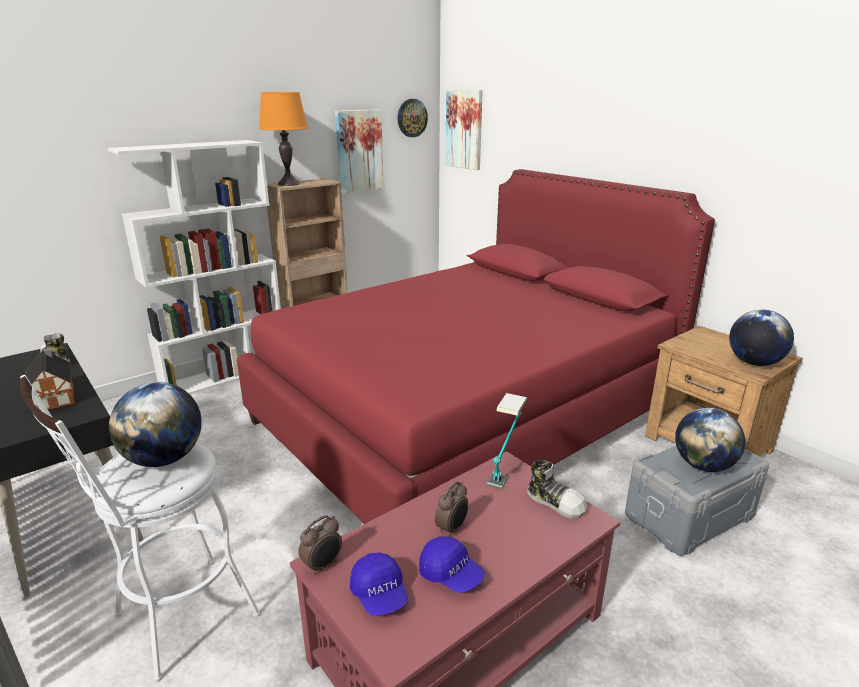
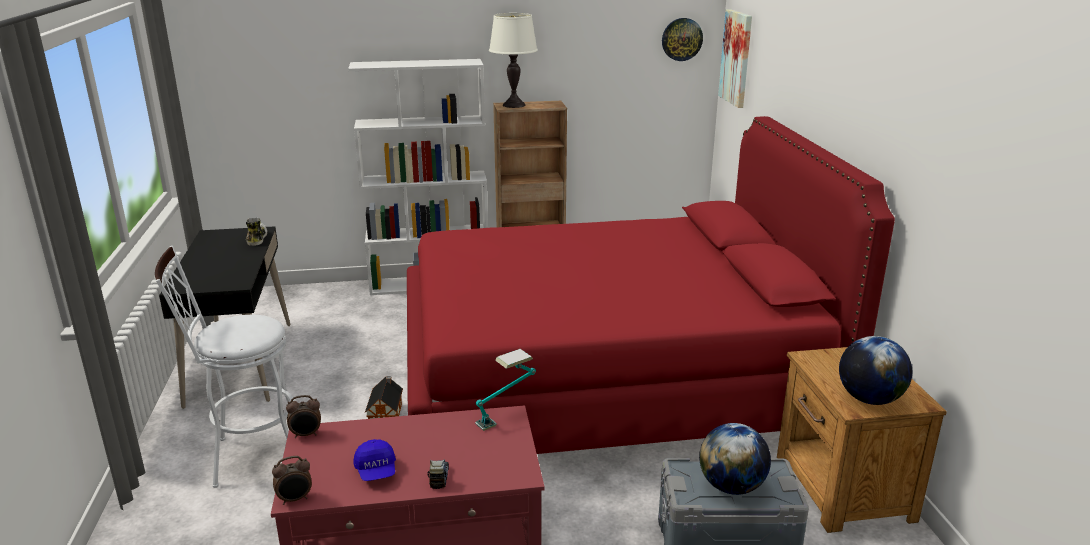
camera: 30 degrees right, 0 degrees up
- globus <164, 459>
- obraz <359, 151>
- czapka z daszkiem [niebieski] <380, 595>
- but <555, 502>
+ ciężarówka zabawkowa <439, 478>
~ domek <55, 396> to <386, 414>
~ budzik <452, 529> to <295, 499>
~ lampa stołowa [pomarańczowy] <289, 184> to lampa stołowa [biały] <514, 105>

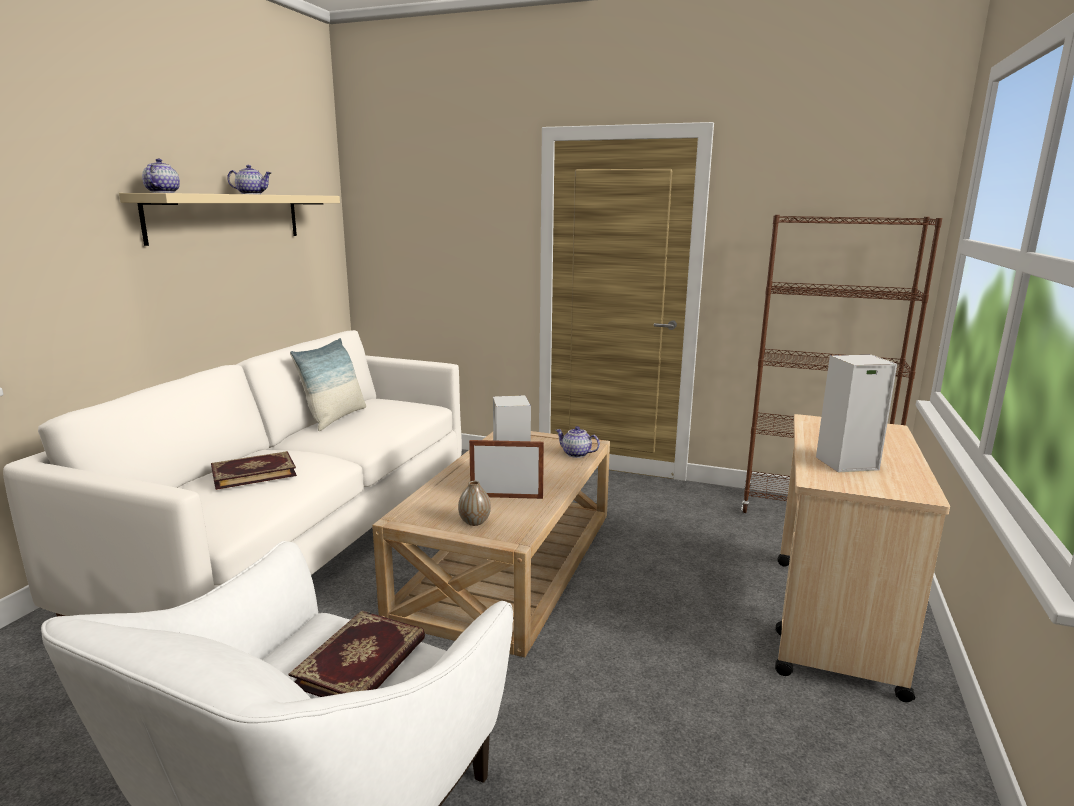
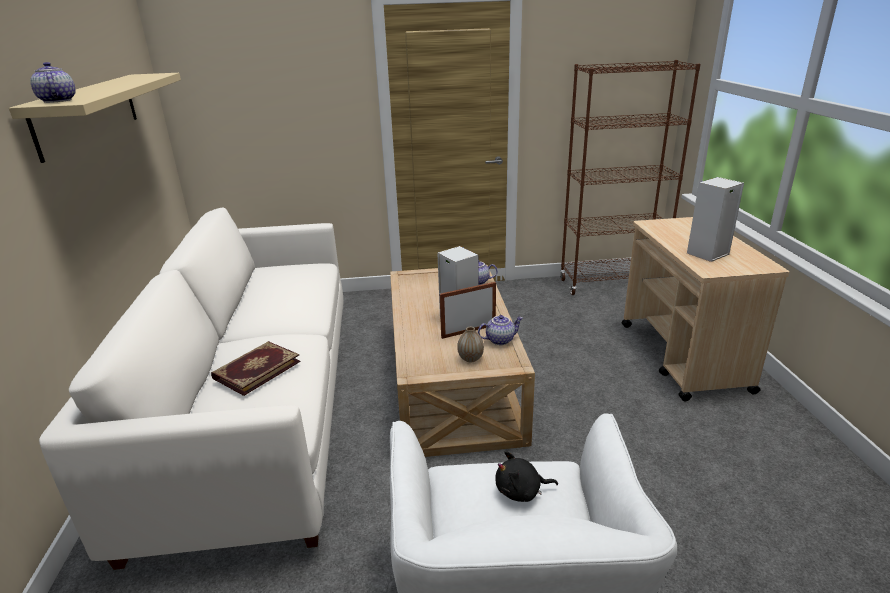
camera: 25 degrees left, 10 degrees up
- poduszka <335, 418>
~ imbryk <252, 194> to <500, 340>
~ książka <362, 662> to pluszak [czarny] <521, 491>

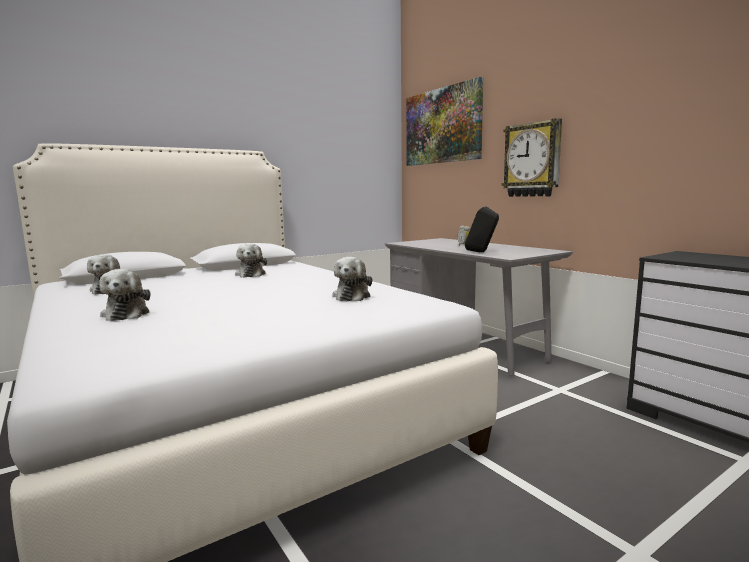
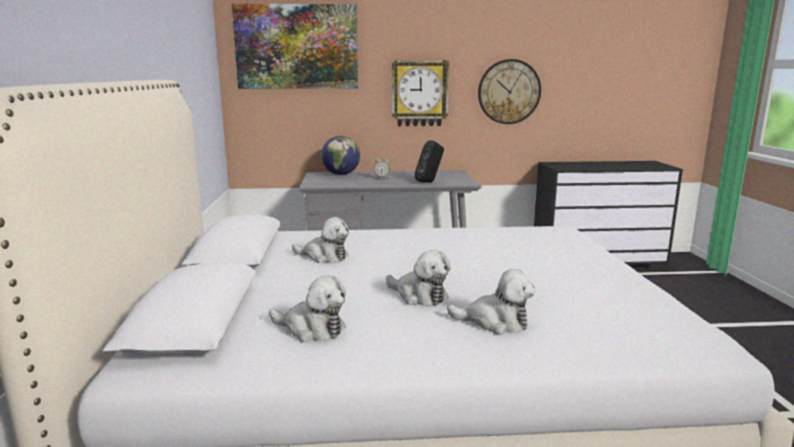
camera: 60 degrees left, 5 degrees up
+ globus <341, 174>
+ zegar ścienny <509, 92>
~ pluszak <352, 296> to <419, 296>

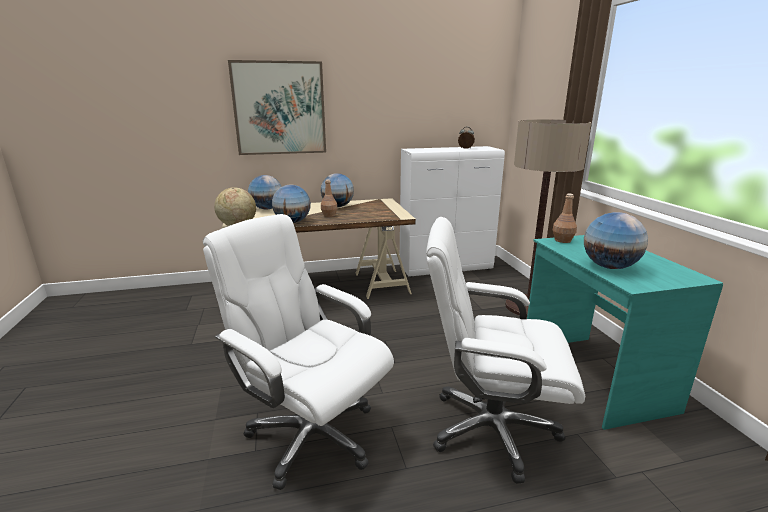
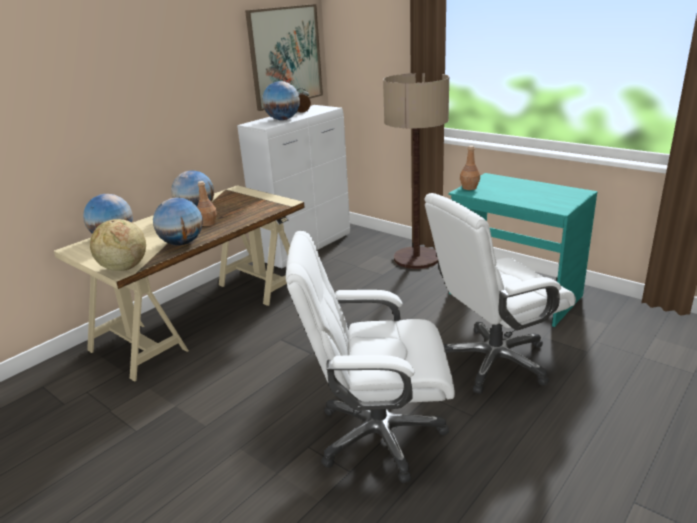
camera: 35 degrees left, 5 degrees up
~ obraz <279, 108> to <285, 56>
~ globus <609, 267> to <282, 119>

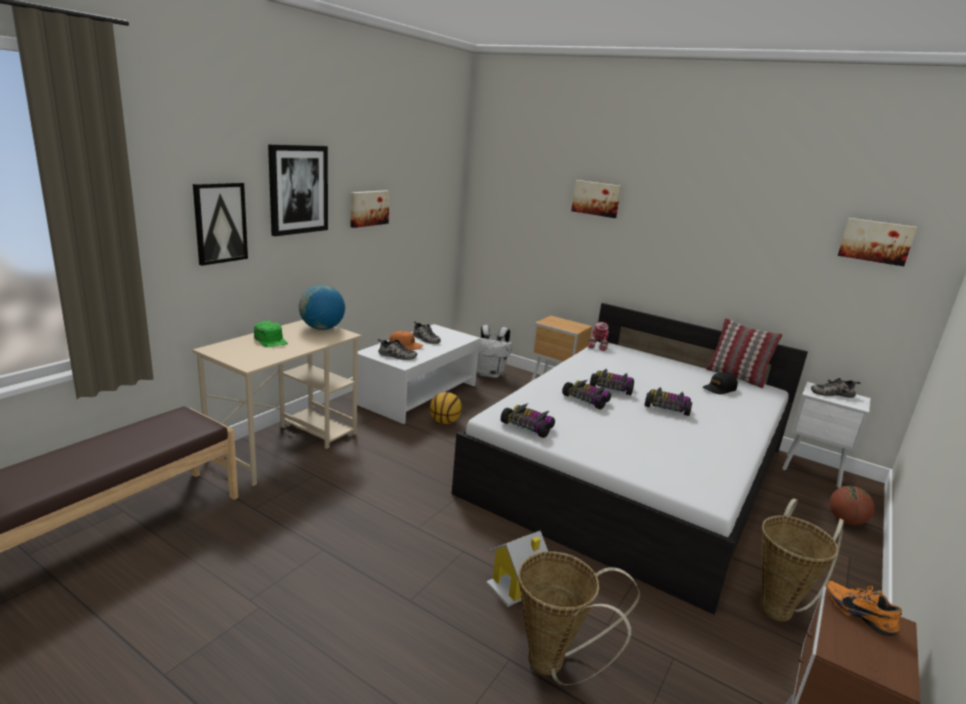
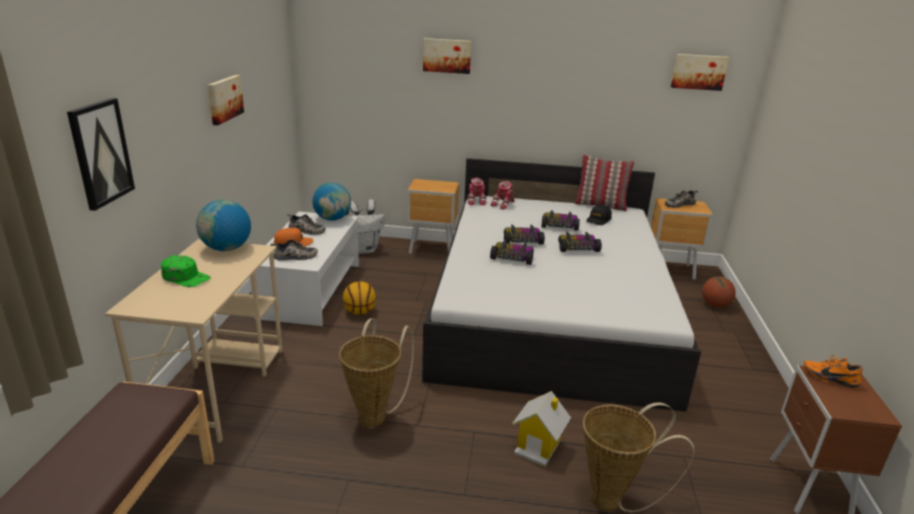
camera: 25 degrees left, 5 degrees up
- obraz <298, 189>
+ globus <332, 219>
+ robot zabawkowy <504, 204>
~ samochodzik <528, 426> to <559, 226>
~ koszyk <778, 607> to <375, 414>
~ szafka nocna [biały] <813, 472> to szafka nocna [brązowy] <671, 271>

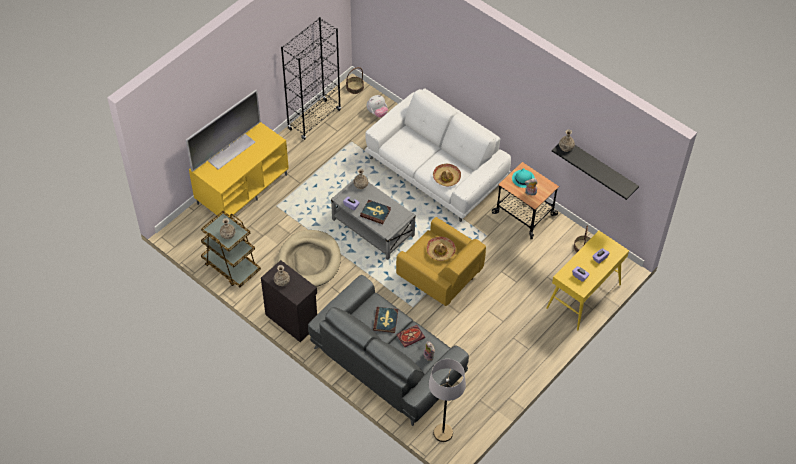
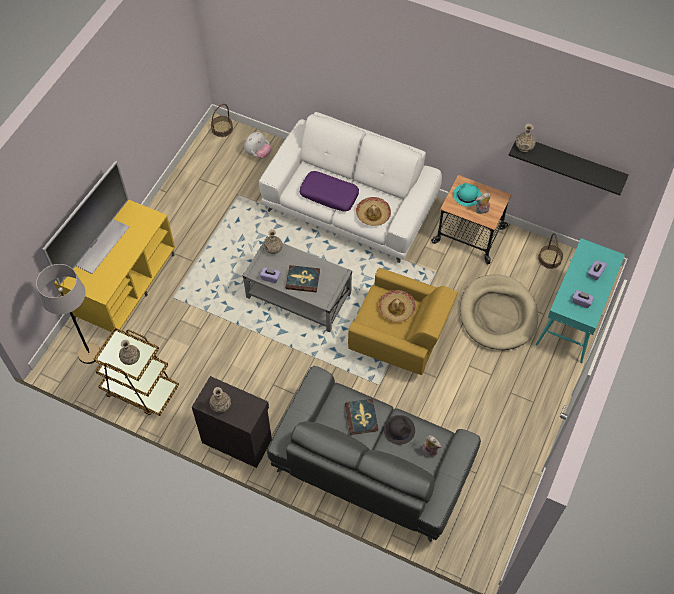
camera: 15 degrees left, 5 degrees up
- regał [czarny] <314, 119>
+ poduszka [fioletowy] <329, 195>
~ legowisko [beżowy] <309, 261> to <497, 314>
~ lampa stojąca [szary] <443, 433> to <89, 353>
~ książka <411, 336> to kapelusz [czarny] <399, 429>
~ stolik konsolowy [żółty] <583, 297> to stolik konsolowy [turkusowy] <572, 319>

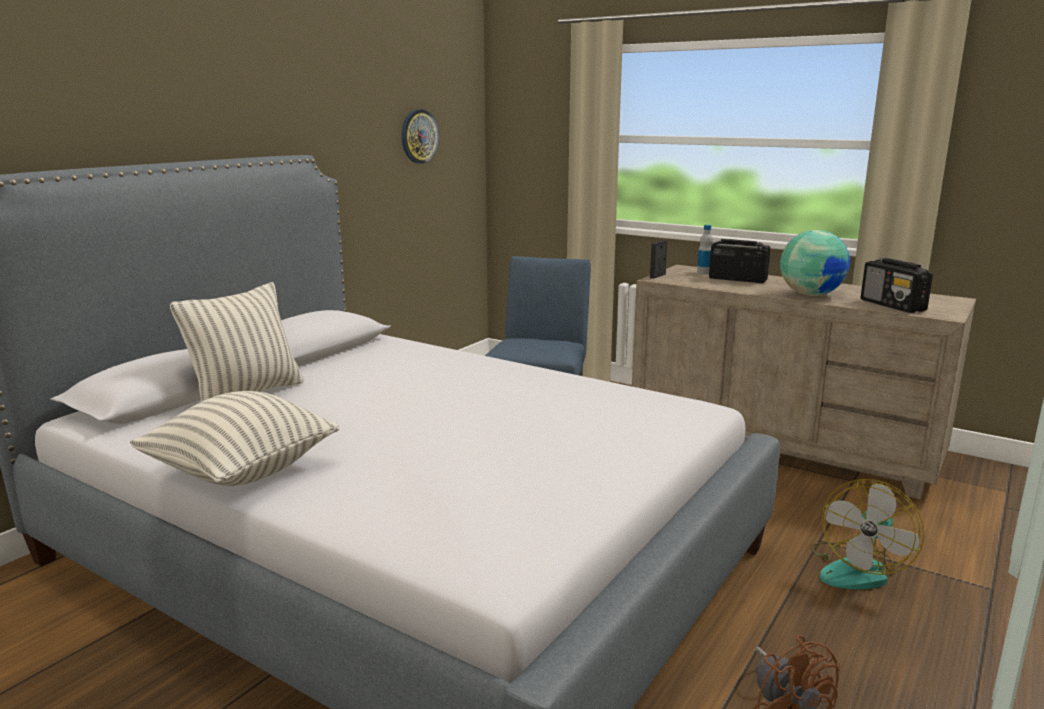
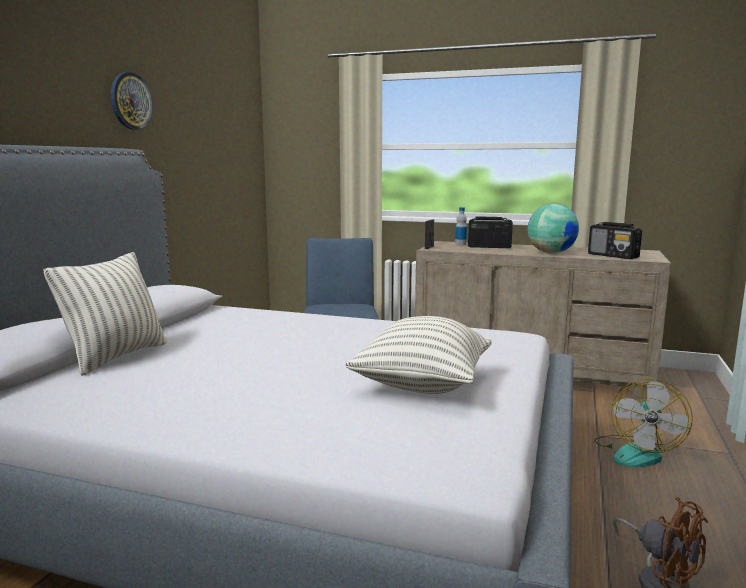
camera: 15 degrees left, 5 degrees down
~ poduszka <242, 472> to <422, 385>
~ zegar ścienny <419, 136> to <130, 101>

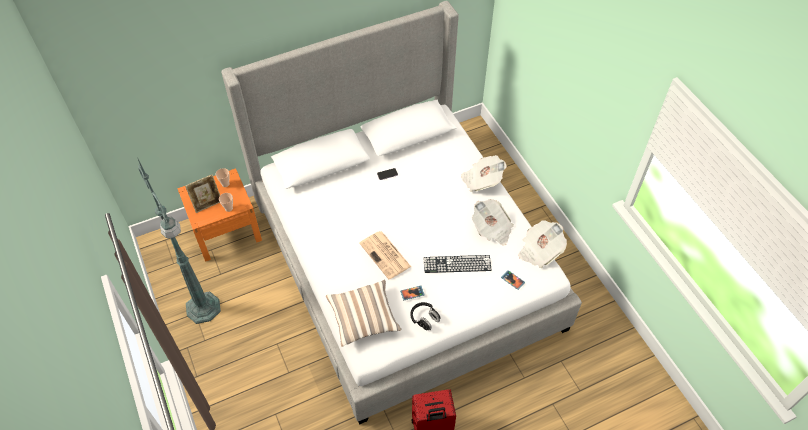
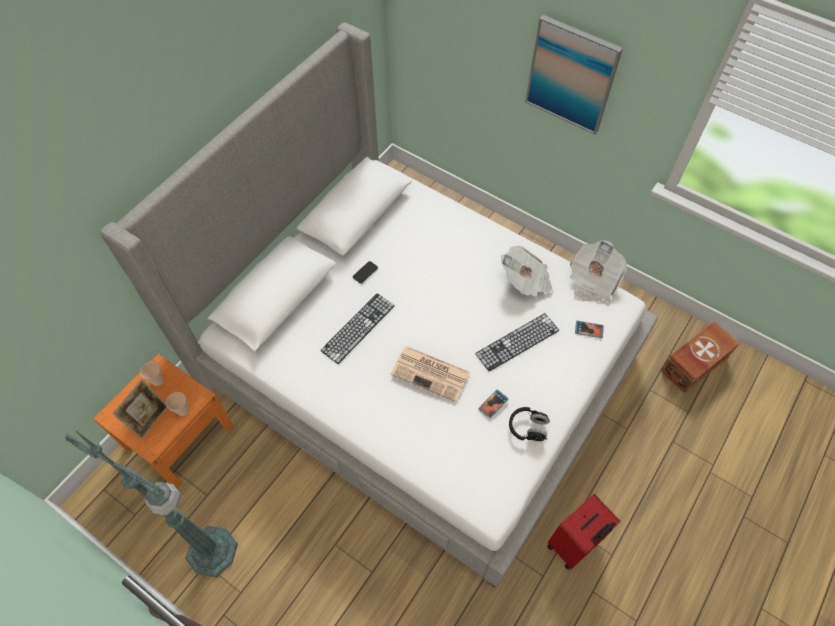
camera: 30 degrees left, 5 degrees up
- poduszka <364, 318>
- gazeta <482, 180>
+ klawiatura <358, 328>
+ obraz <571, 75>
+ pojemnik do przechowywania [brązowy] <692, 364>

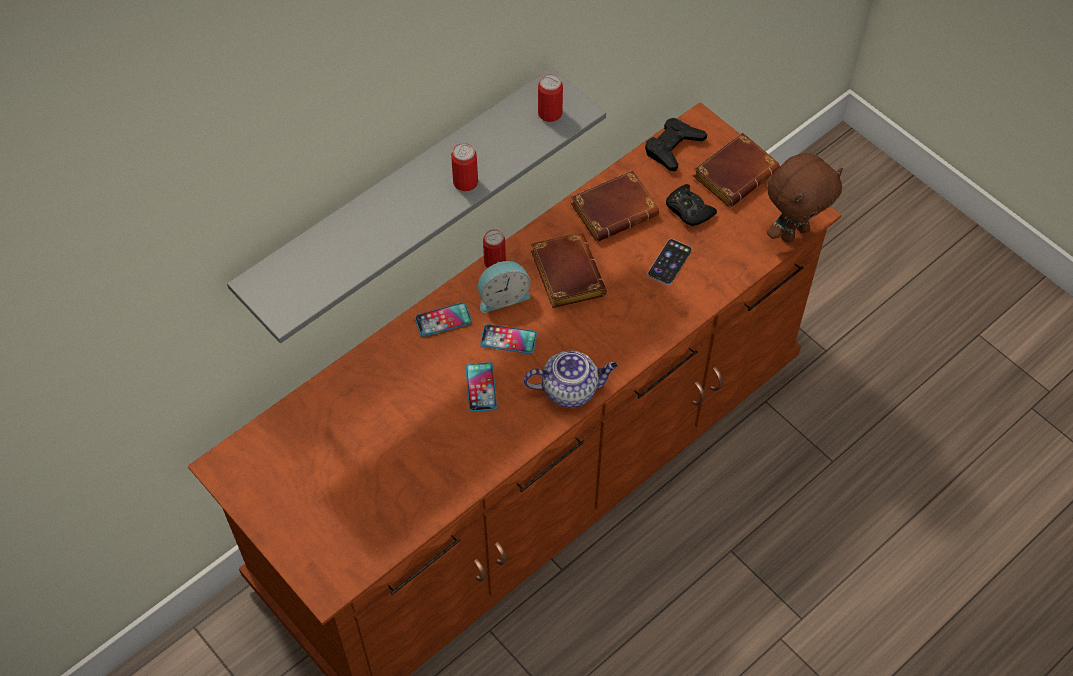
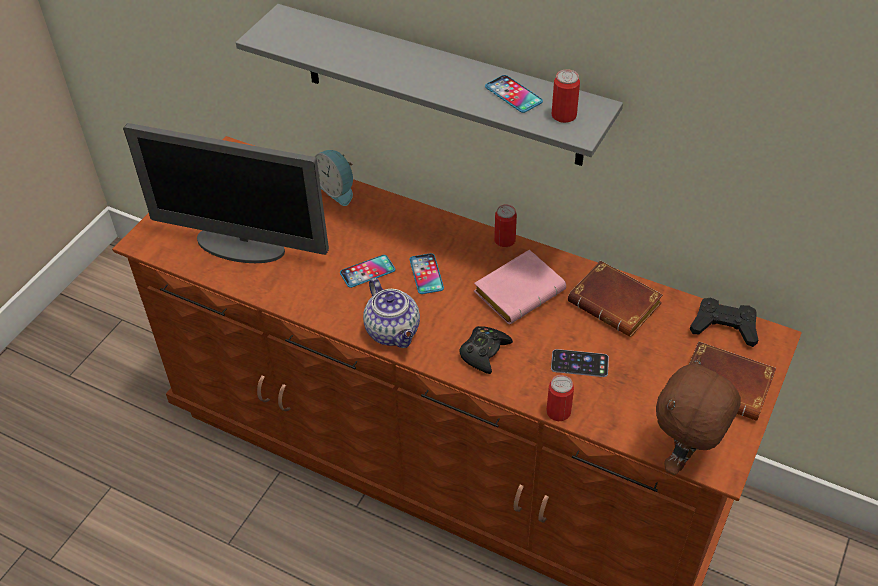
camera: 70 degrees right, 10 degrees down
+ monitor <241, 246>
~ telefon <443, 320> to <513, 95>
~ puszka <465, 182> to <558, 412>
~ budzik <502, 296> to <337, 190>
~ pad do gier [czarny] <688, 210> to <484, 352>
~ książka [brązowy] <564, 273> to książka [różowy] <519, 290>
~ pluszak [brązowy] <793, 232> = <684, 458> 90 degrees clockwise

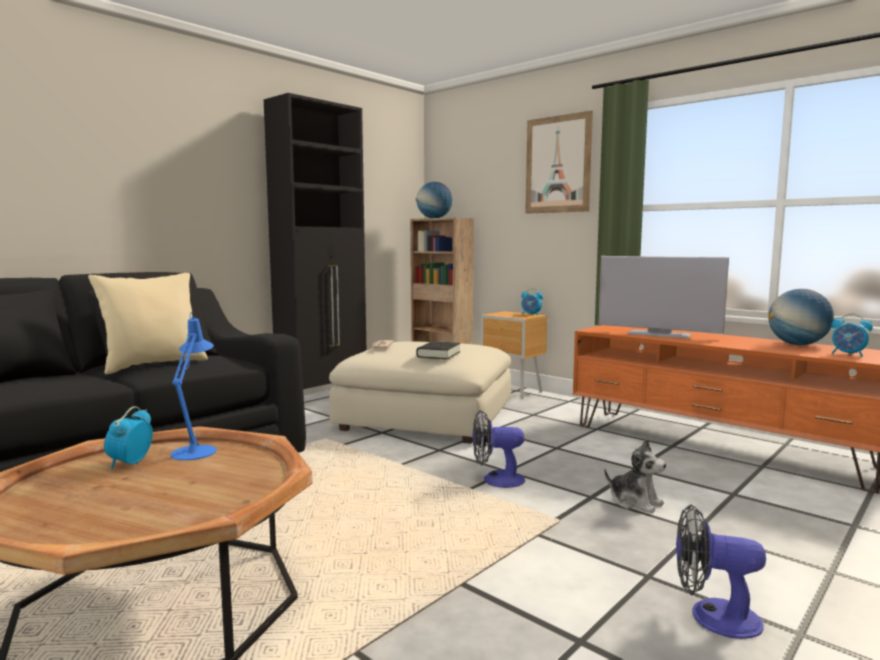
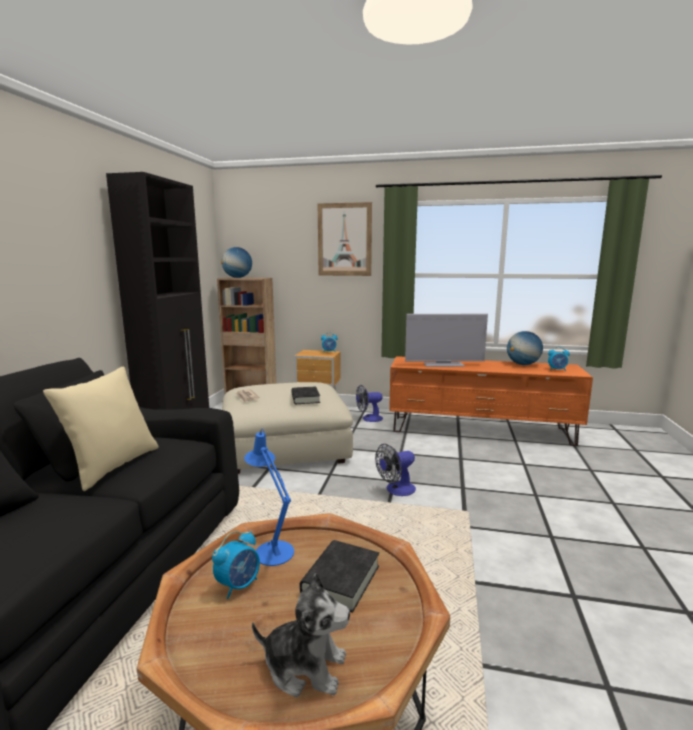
camera: 30 degrees left, 5 degrees up
+ książka [czarny] <341, 580>
~ pluszak <635, 502> to <305, 667>
~ wentylator <713, 617> to <368, 419>
~ budzik <130, 463> = <239, 585> 120 degrees counterclockwise

